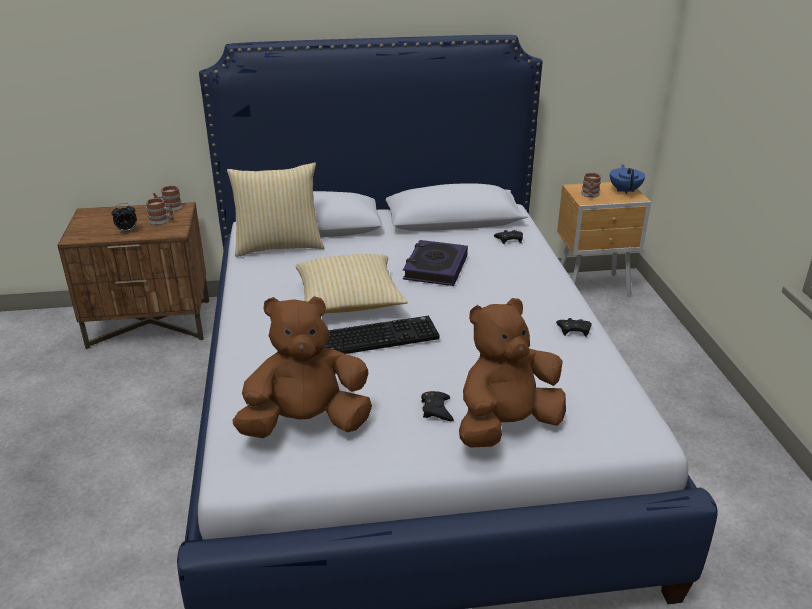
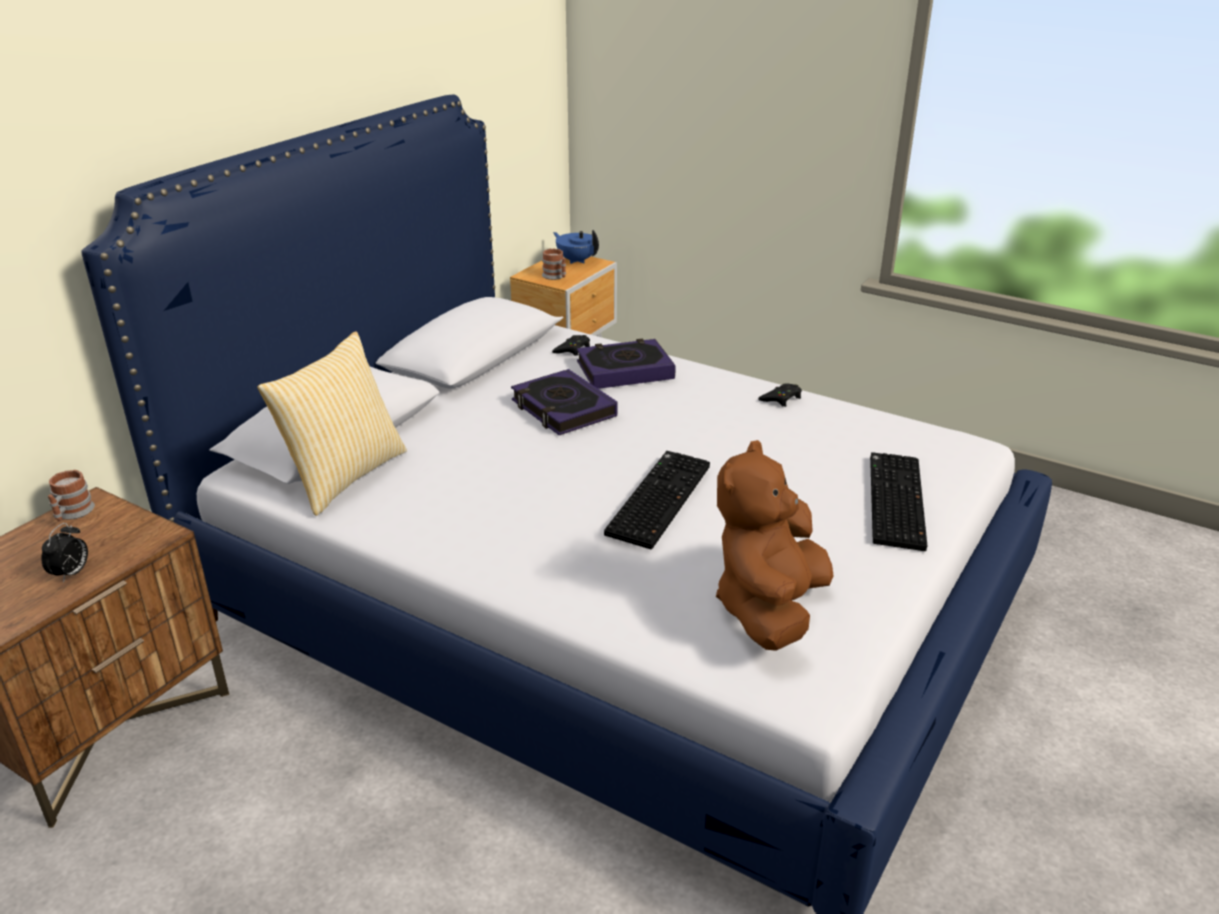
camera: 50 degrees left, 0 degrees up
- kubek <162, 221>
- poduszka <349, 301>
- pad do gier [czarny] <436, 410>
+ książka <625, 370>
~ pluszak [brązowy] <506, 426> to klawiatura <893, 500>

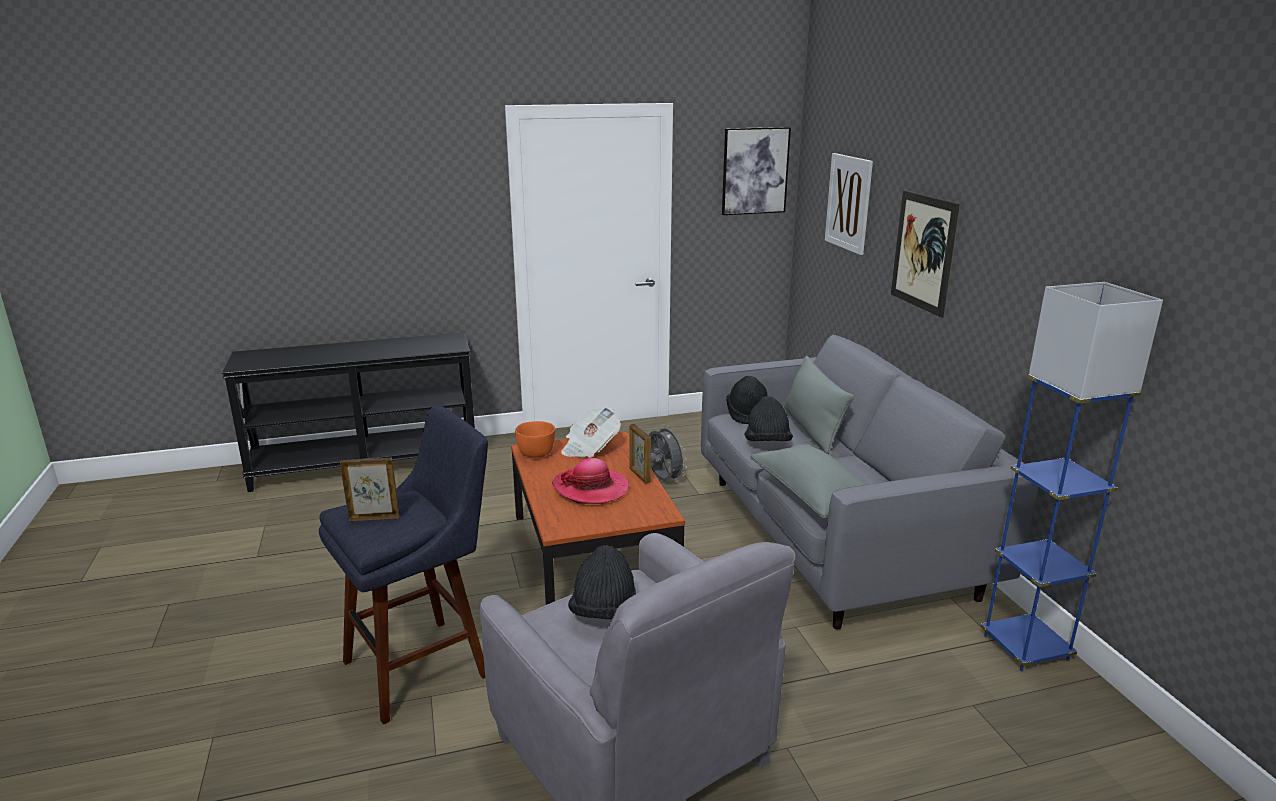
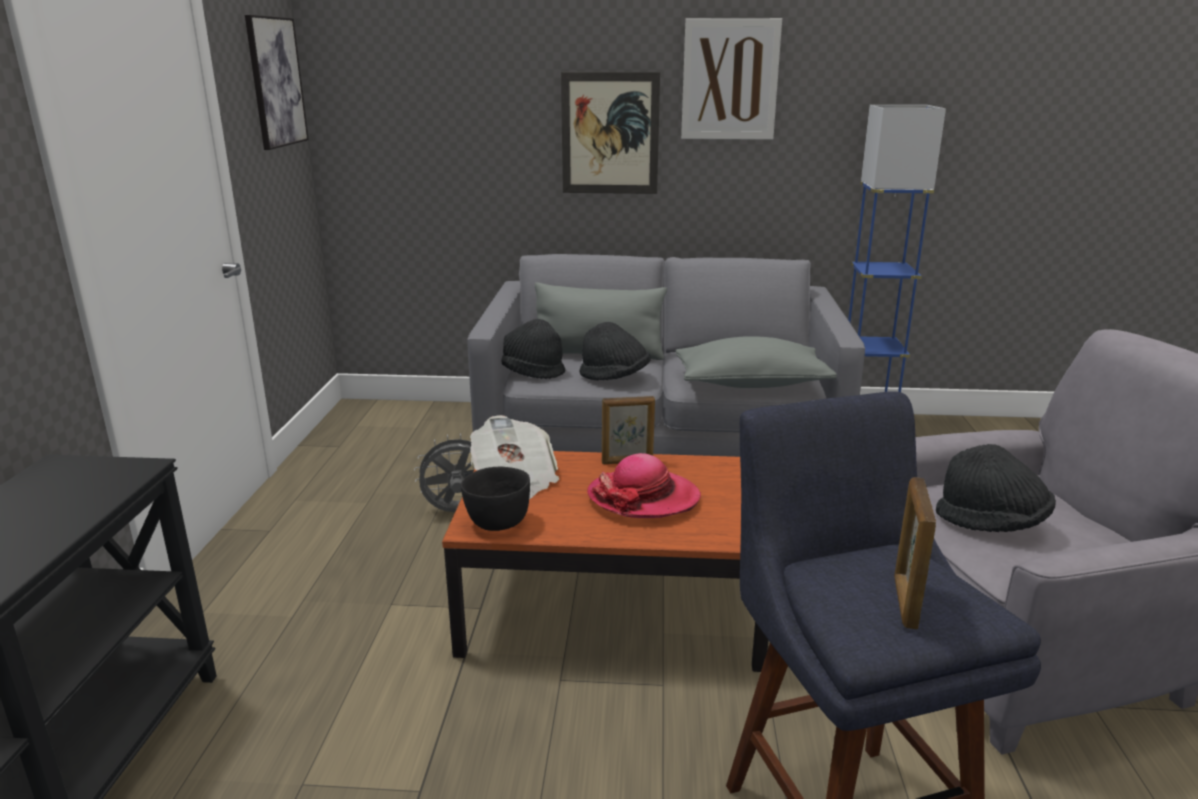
camera: 70 degrees left, 0 degrees up
~ obraz <848, 203> to <730, 80>
~ miska [pomarańczowy] <536, 453> to miska [czarny] <497, 522>

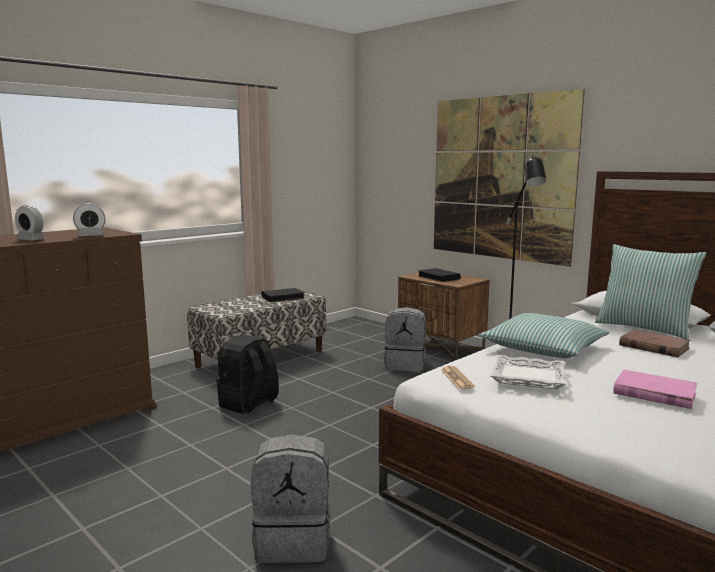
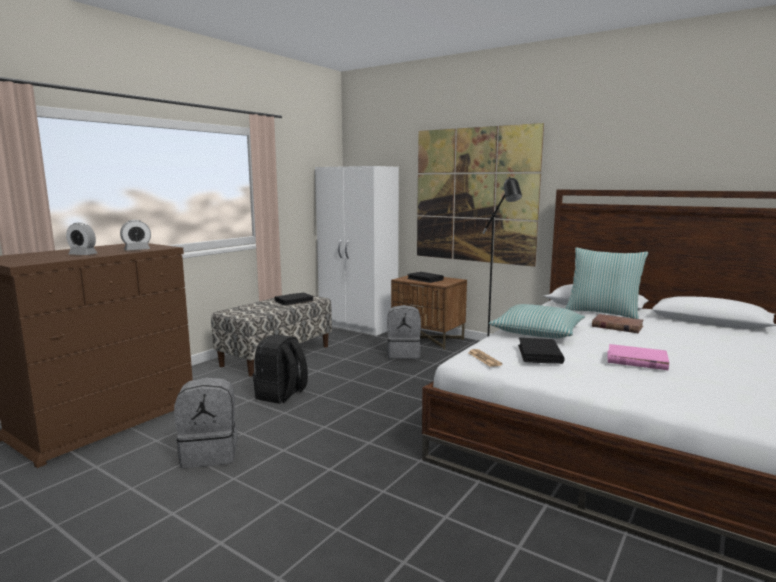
camera: 10 degrees left, 0 degrees up
+ szafa [biały] <358, 326>
~ plecak [szary] <294, 540> to <210, 454>
~ taca [biały] <528, 377> to książka [czarny] <539, 354>

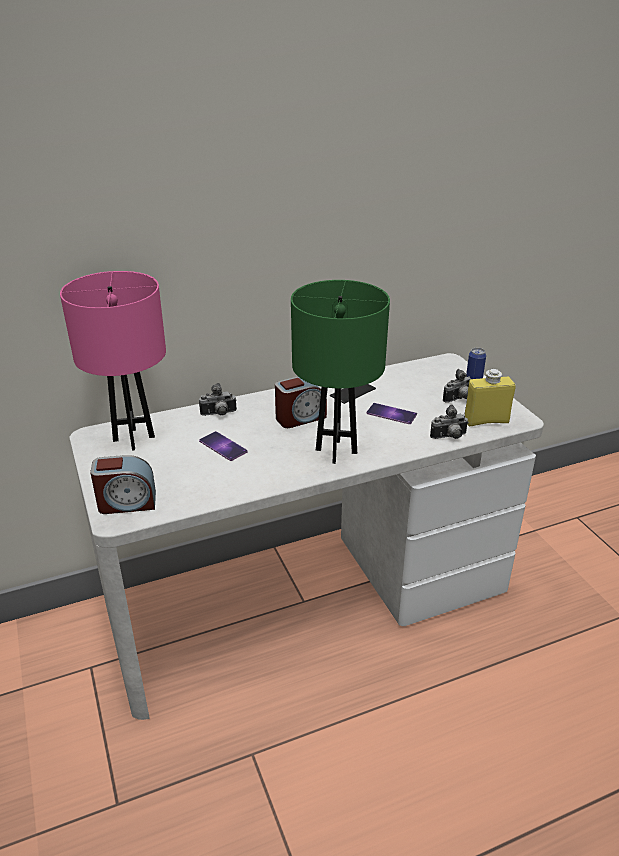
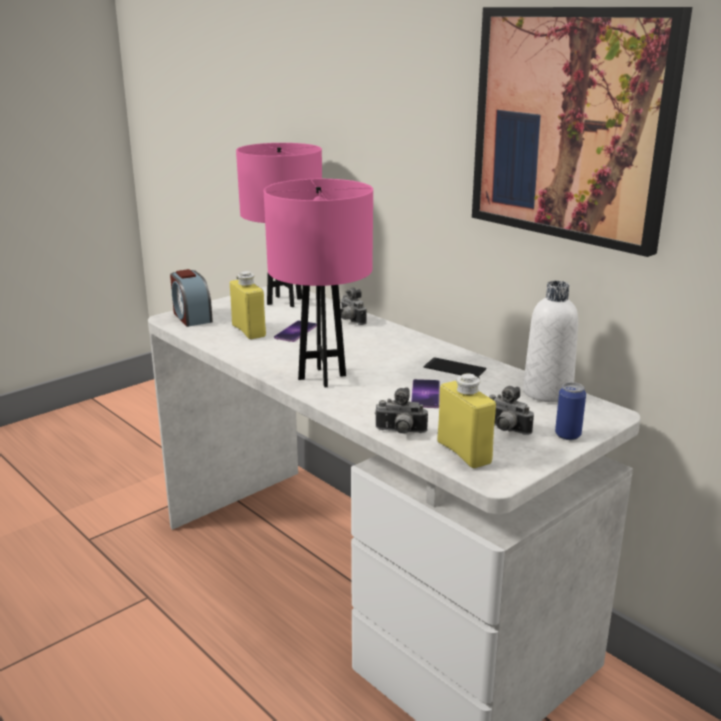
camera: 70 degrees right, 10 degrees down
- budzik <300, 418>
+ butelka [żółty] <248, 331>
+ obraz <571, 125>
+ butelka [biały] <547, 392>
~ lampa stołowa [zielony] <336, 451> to lampa stołowa [różowy] <321, 377>
~ aparat fotograficzny <449, 437> = <400, 432> 45 degrees counterclockwise

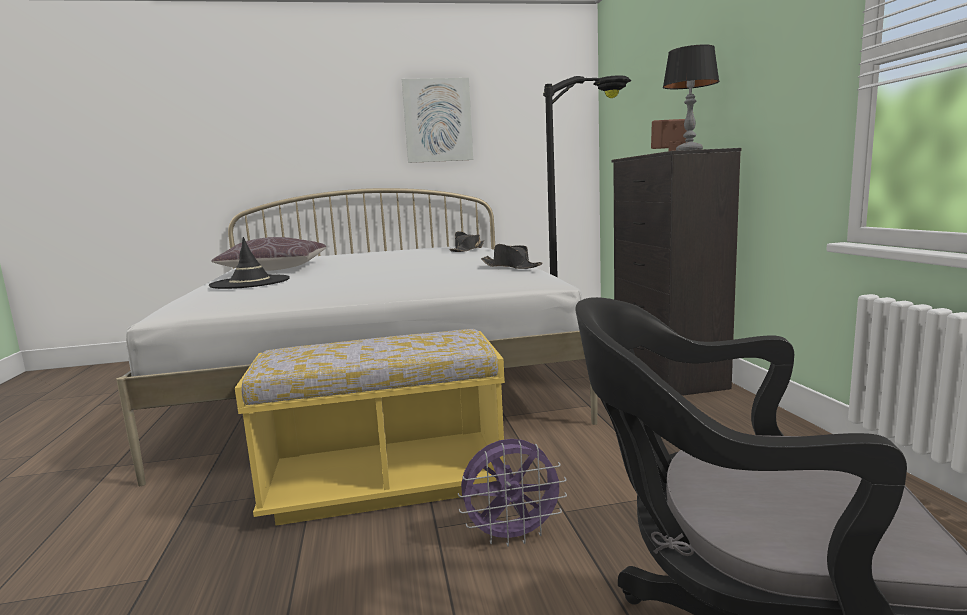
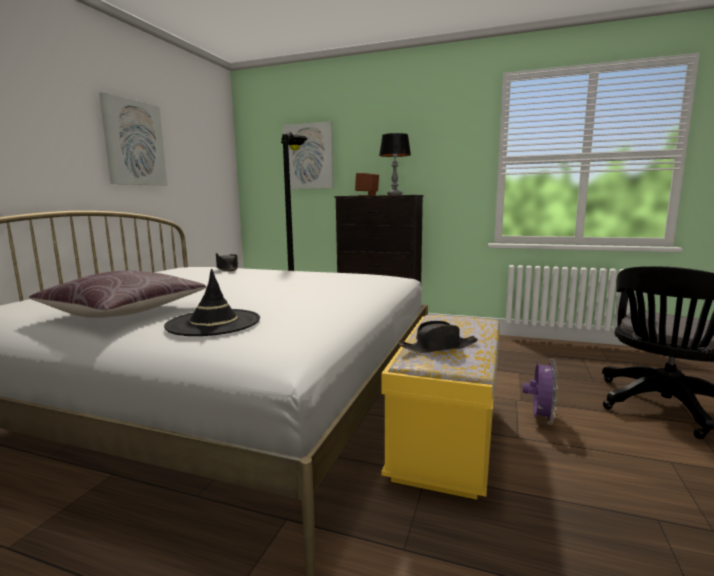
camera: 60 degrees left, 0 degrees up
+ obraz <308, 156>
~ kapelusz [czarny] <511, 266> to <438, 347>

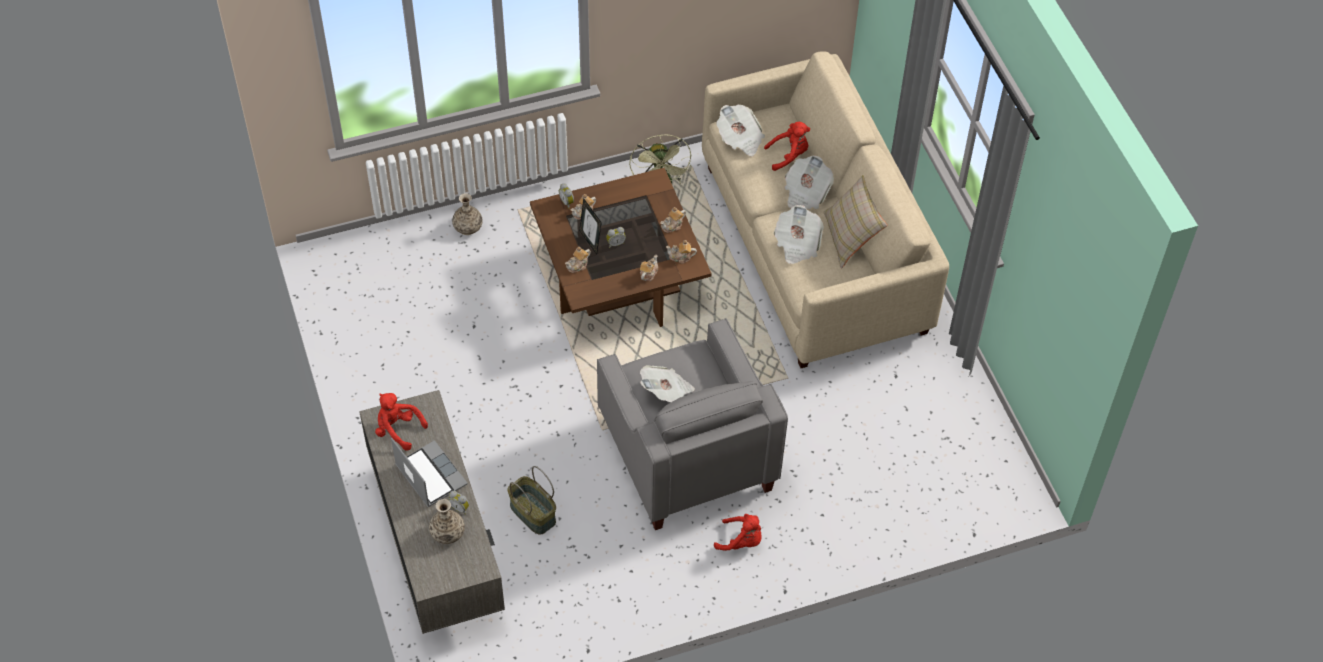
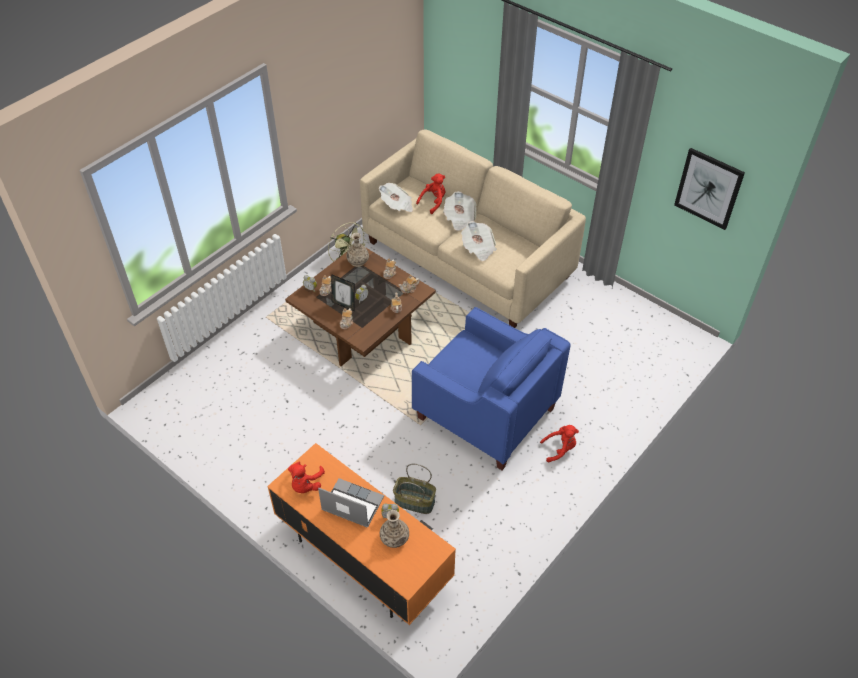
camera: 30 degrees left, 5 degrees down
- gazeta <667, 392>
- poduszka [beżowy] <851, 237>
+ obraz <708, 188>
~ wazon <468, 227> to <357, 261>
~ szafka pod telewizor [szary] <435, 544> to szafka pod telewizor [pomarańczowy] <362, 558>
~ fotel [szary] <686, 455> to fotel [niebieski] <485, 414>
~ pluszak [czerwony] <398, 430> = <305, 484> 75 degrees counterclockwise

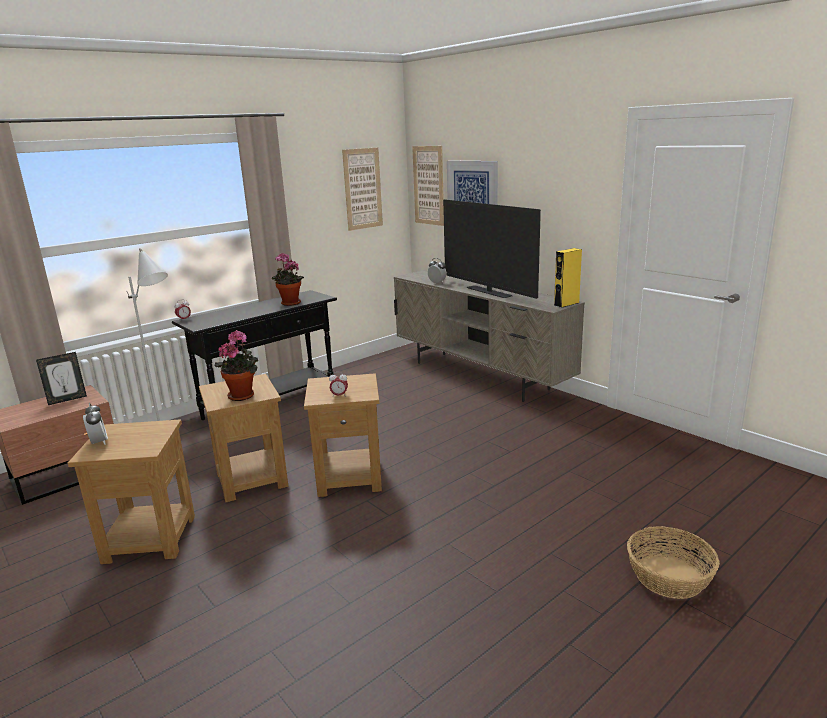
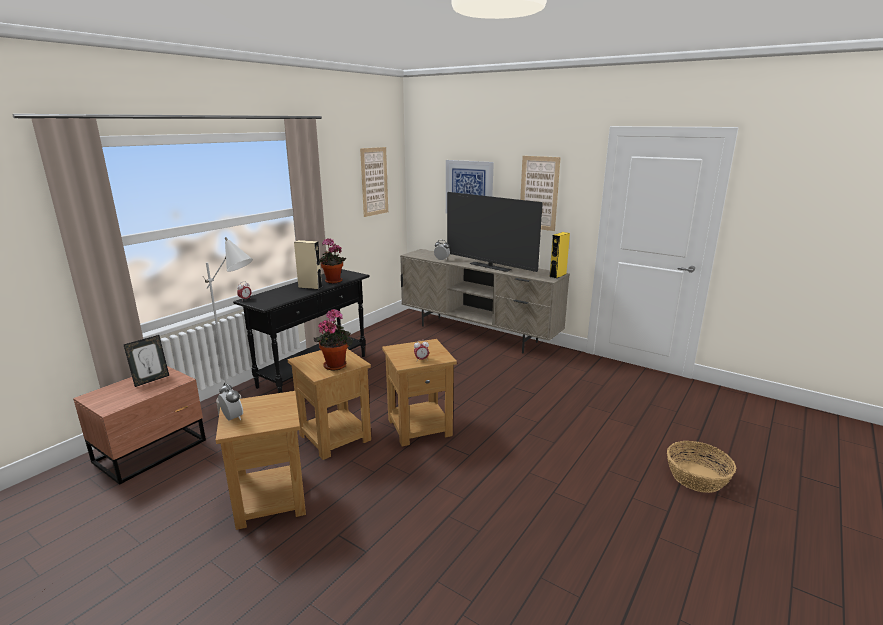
camera: 15 degrees left, 0 degrees up
+ głośnik [beżowy] <310, 287>
~ obraz <428, 185> to <539, 193>

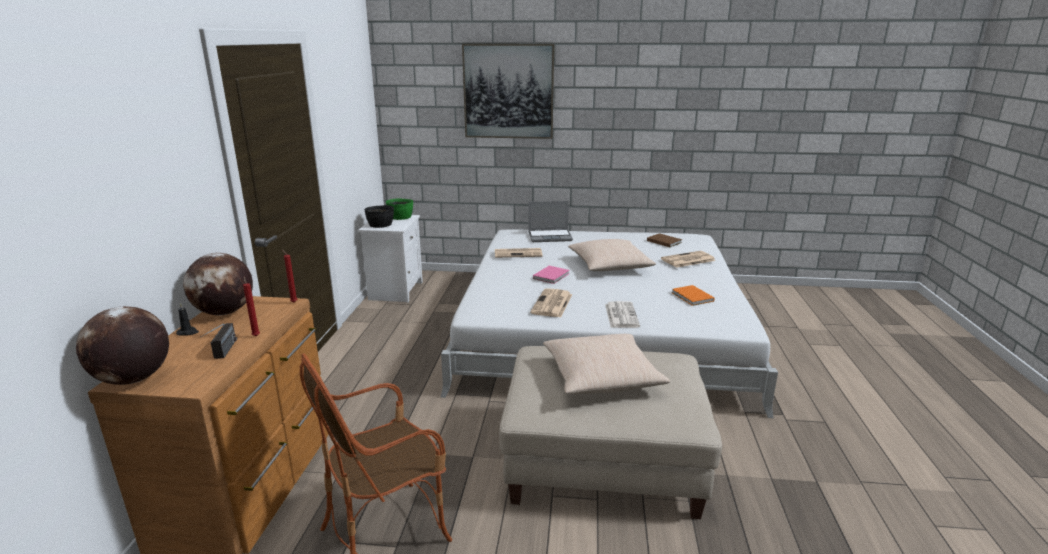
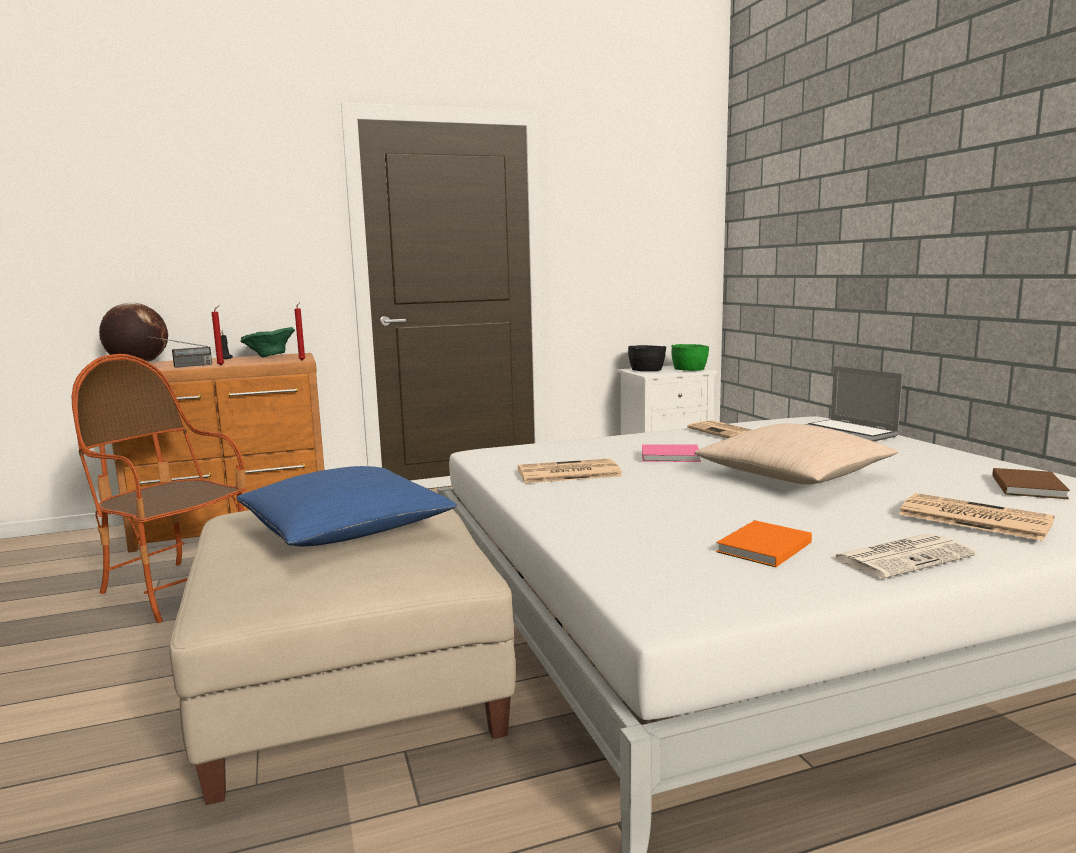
camera: 65 degrees right, 10 degrees down
- obraz <508, 91>
~ gazeta <621, 315> to <903, 557>
~ globus <225, 312> to miska [zielony] <270, 356>
~ poduszka [beżowy] <601, 376> to poduszka [niebieski] <346, 529>

